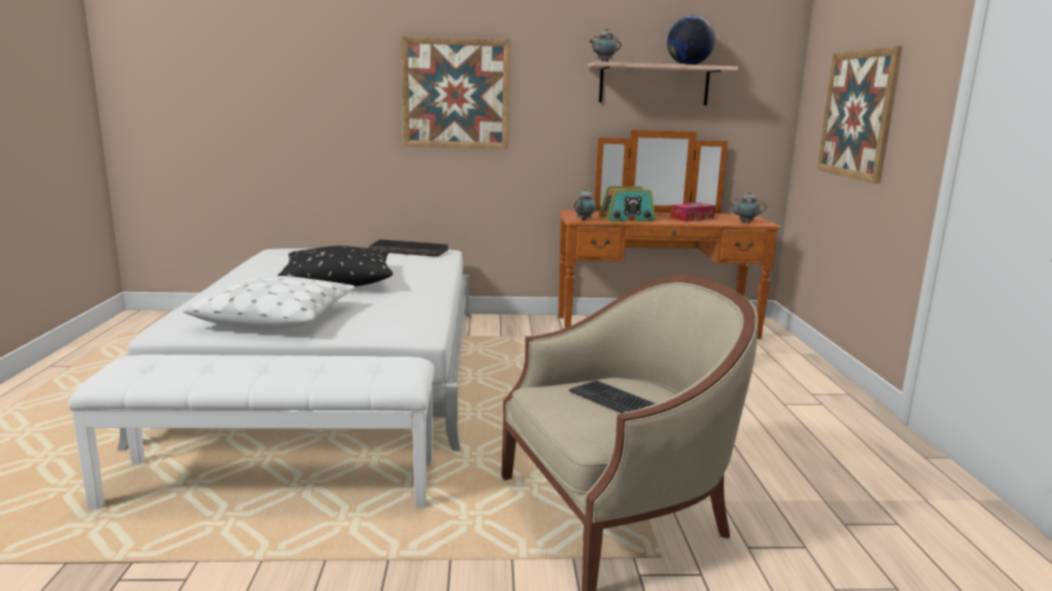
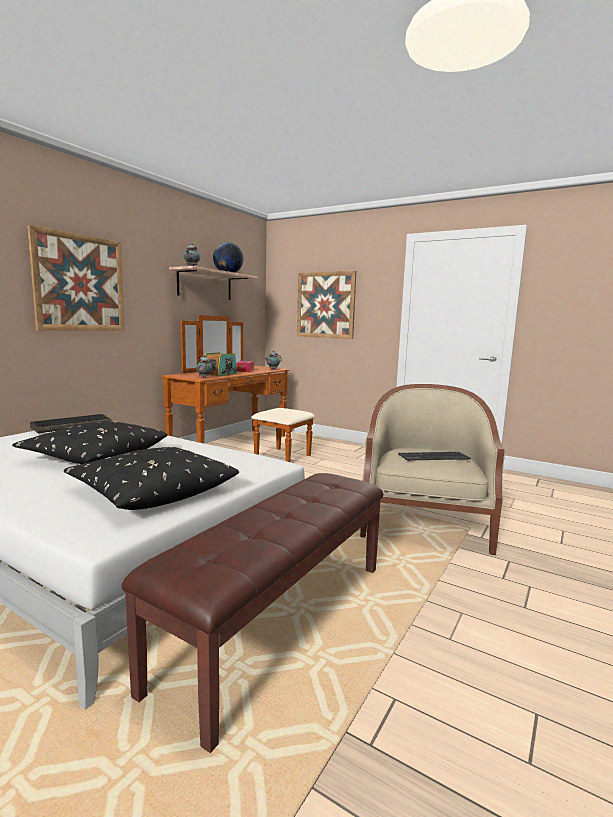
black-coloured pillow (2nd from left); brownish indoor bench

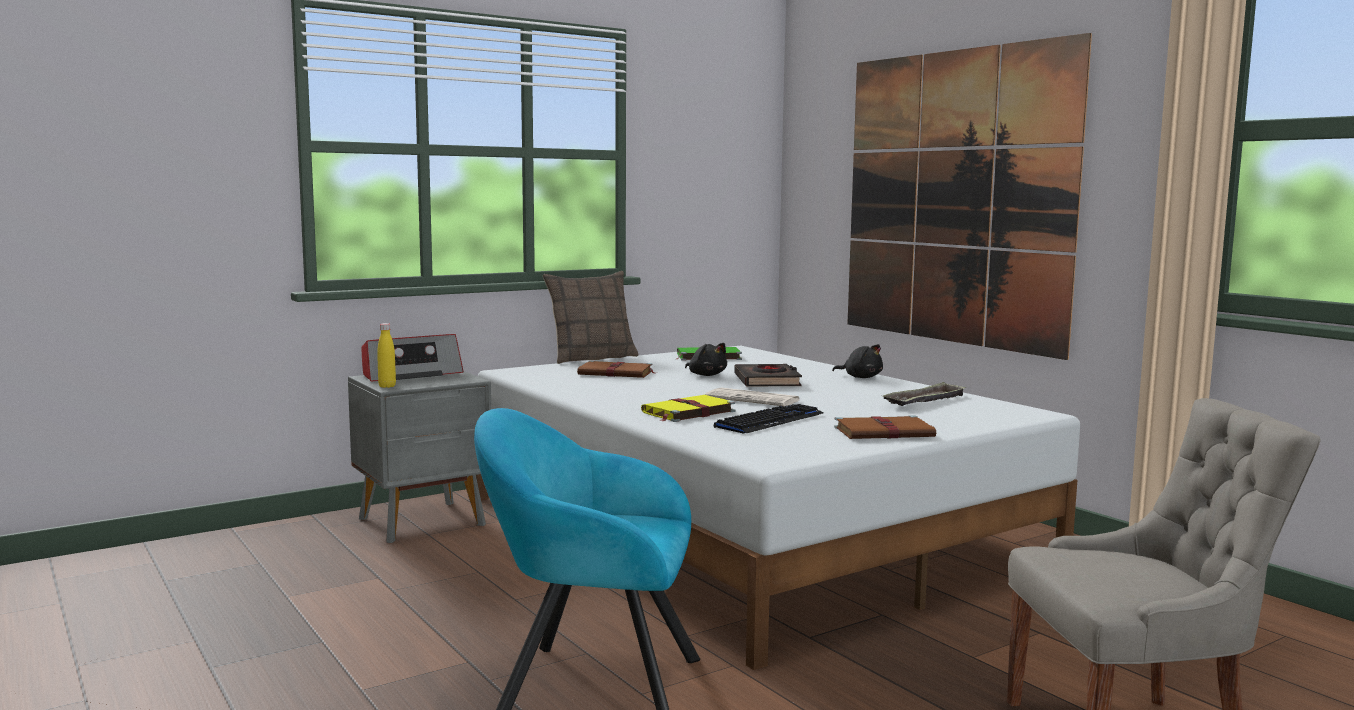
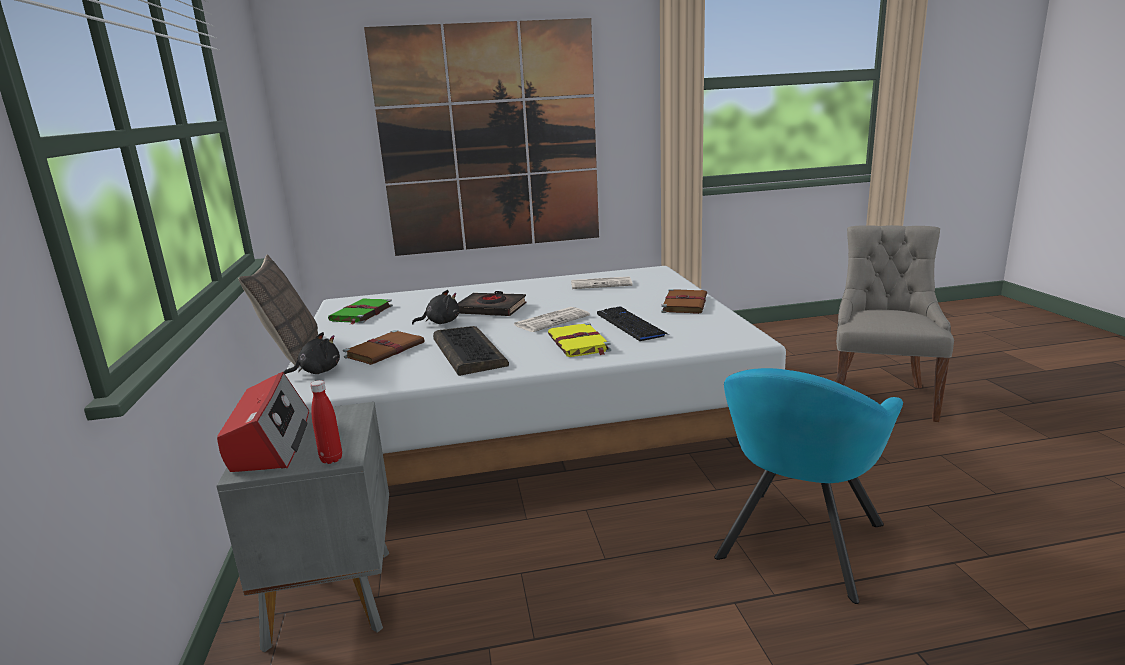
black-coloured cuddly toy (1st from left); red bottle; keyboard (1st from left); newspaper (2nd from left)

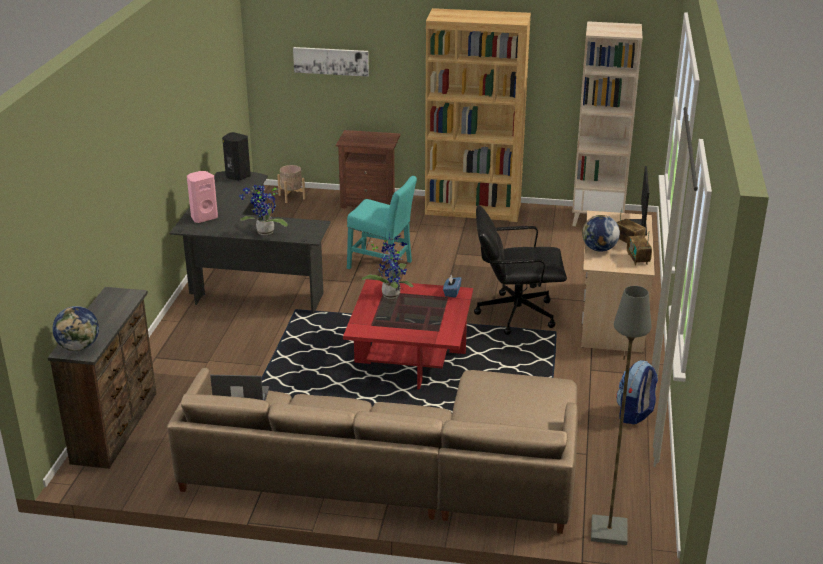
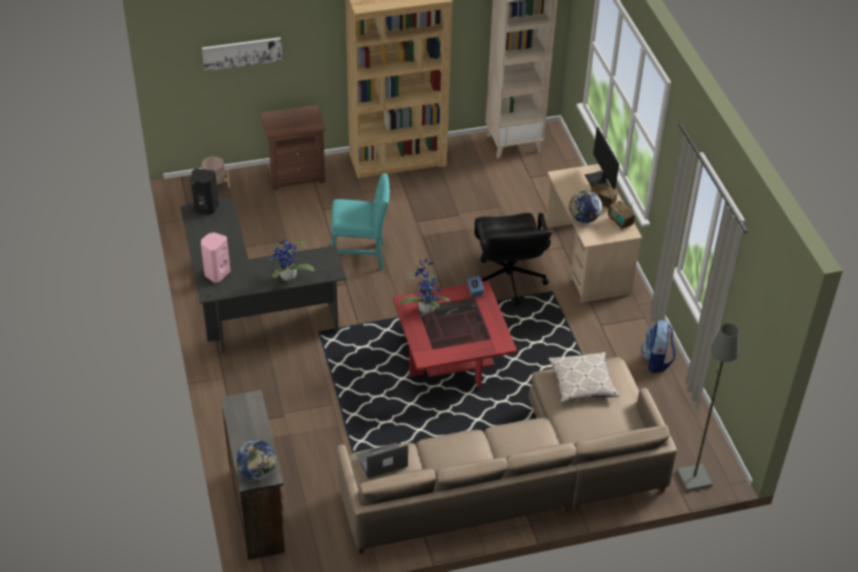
black-coloured desk chair; pillow

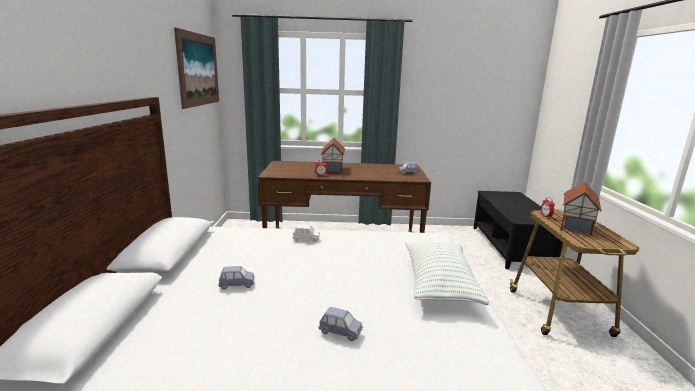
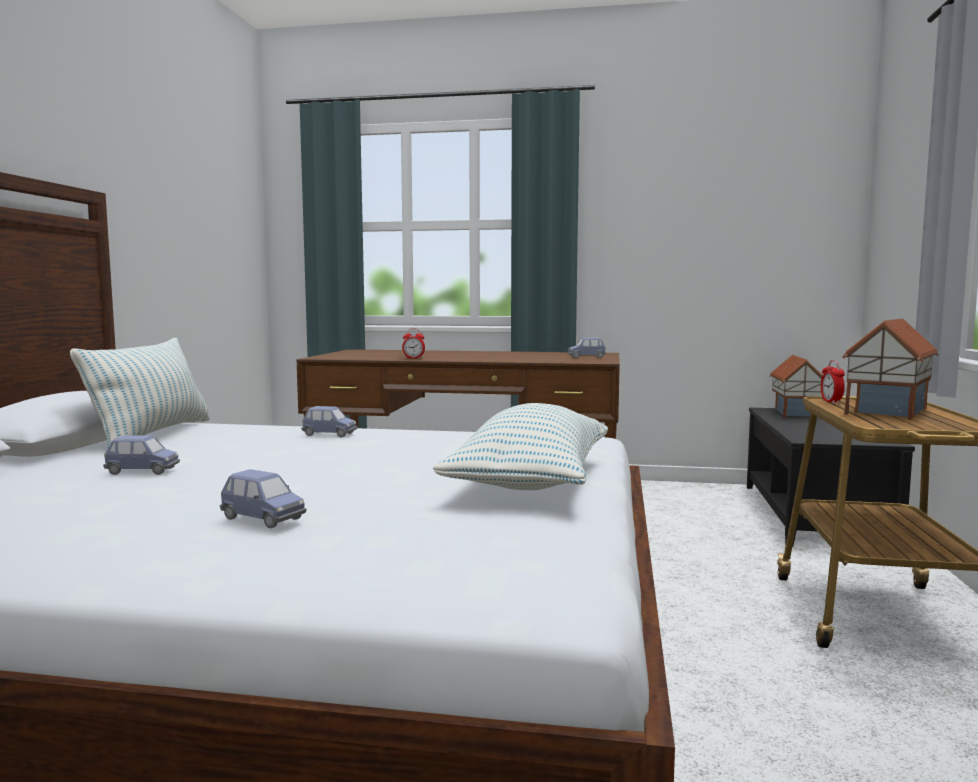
pillow (1st from left); blue-coloured toy car (3rd from left); model house (1st from left); wall picture

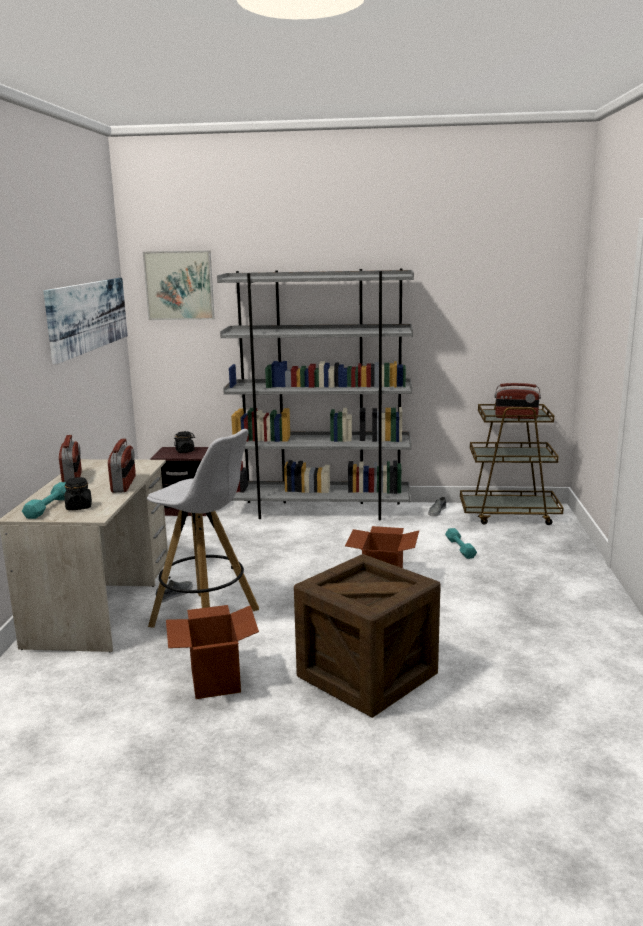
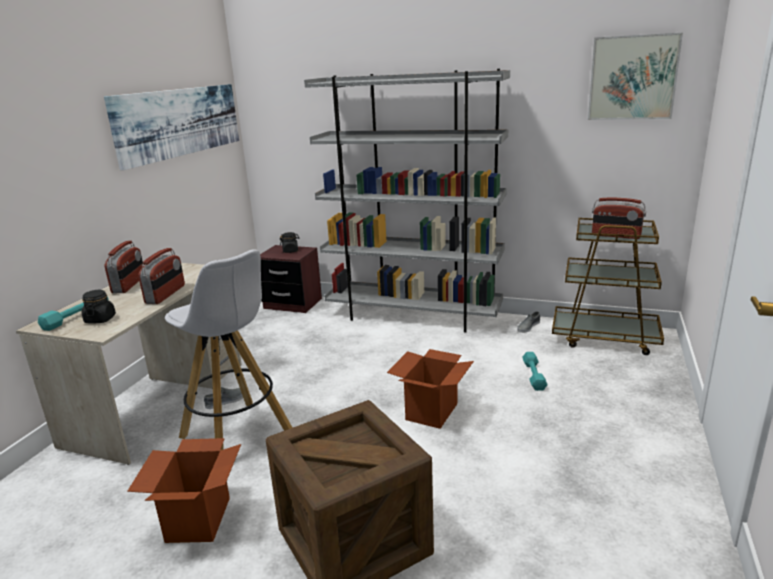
wall picture (2nd from left)

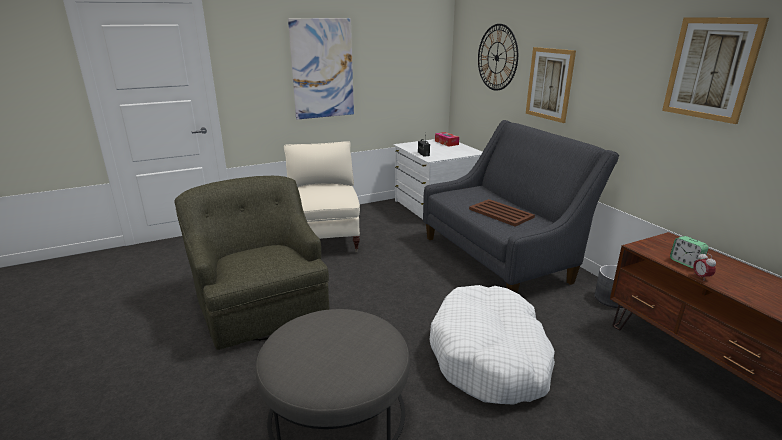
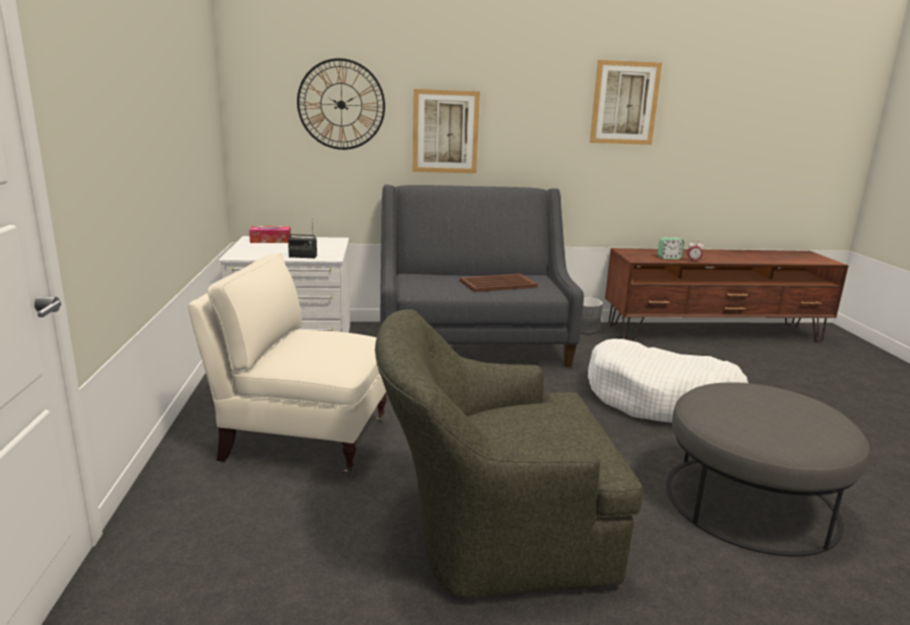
wall picture (1st from left in the first image)

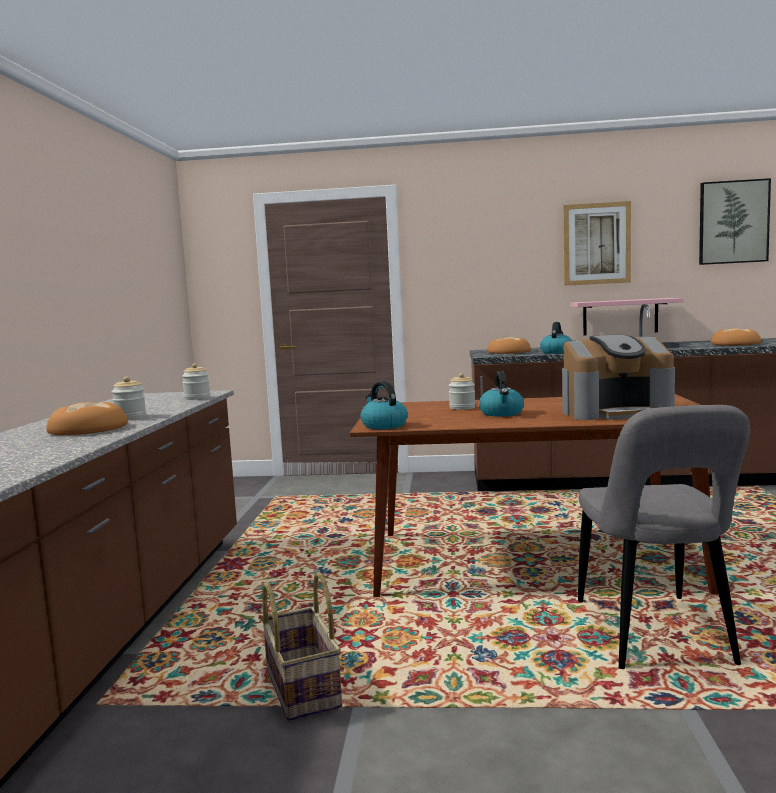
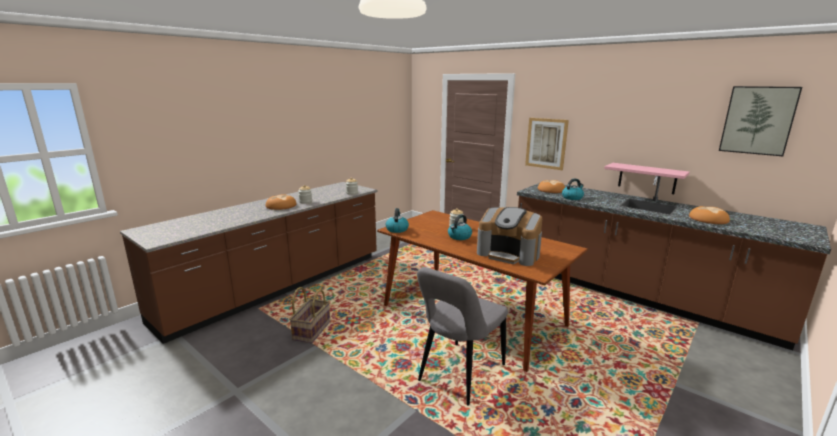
wall picture (1st from left)

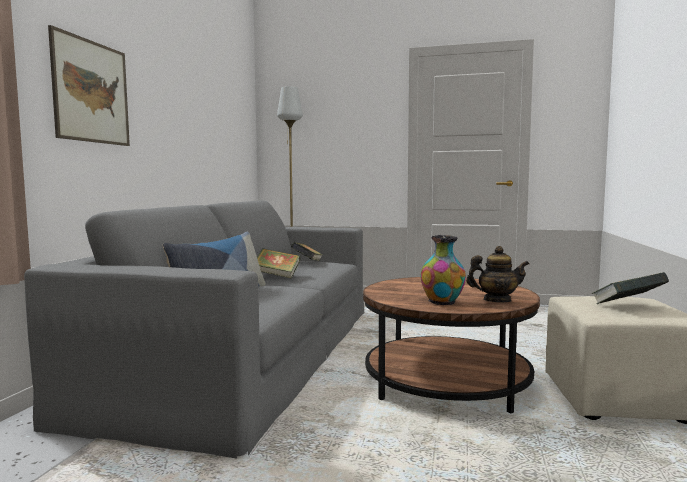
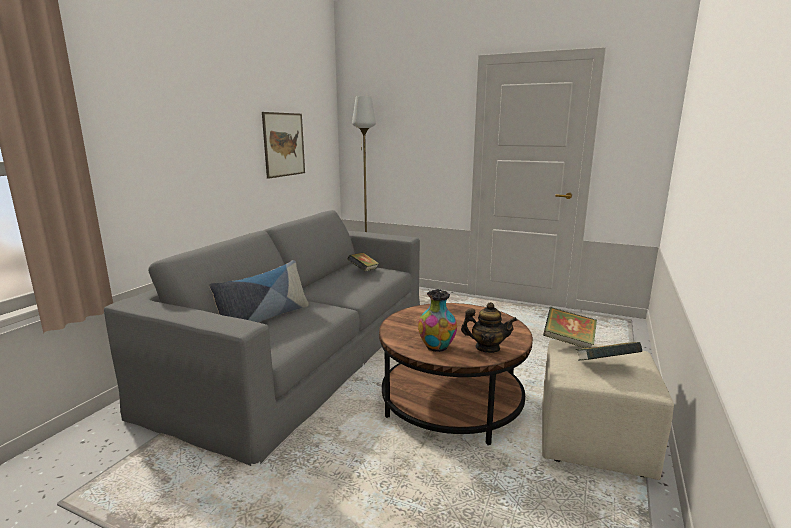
wall picture; book (2nd from left)

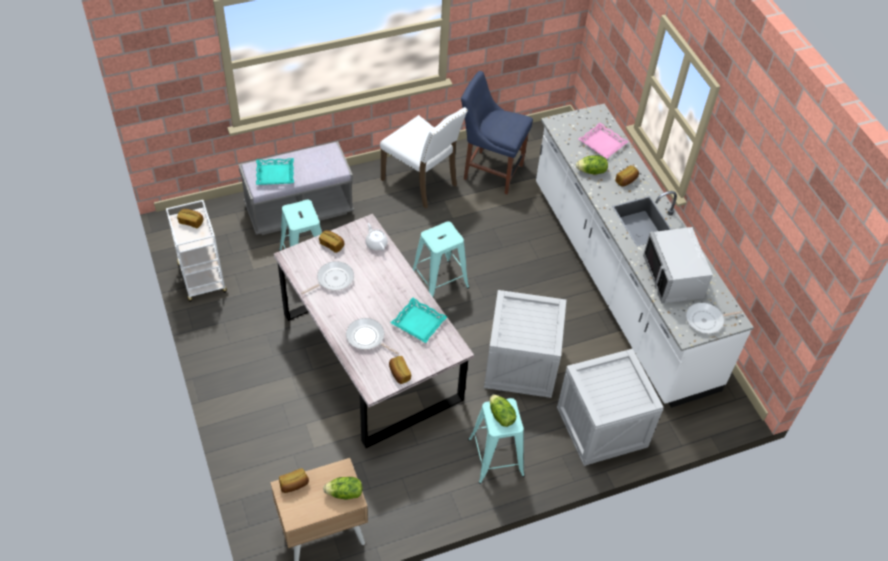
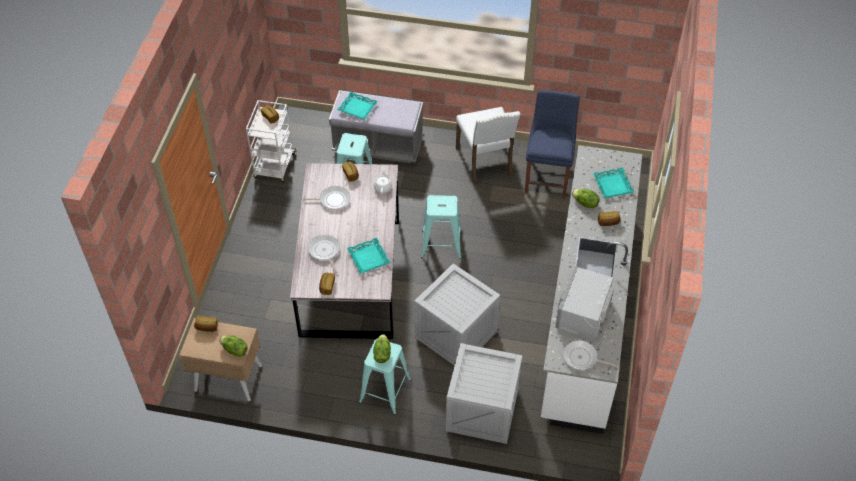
blue-coloured upright chair; turquoise serving tray (3rd from left)

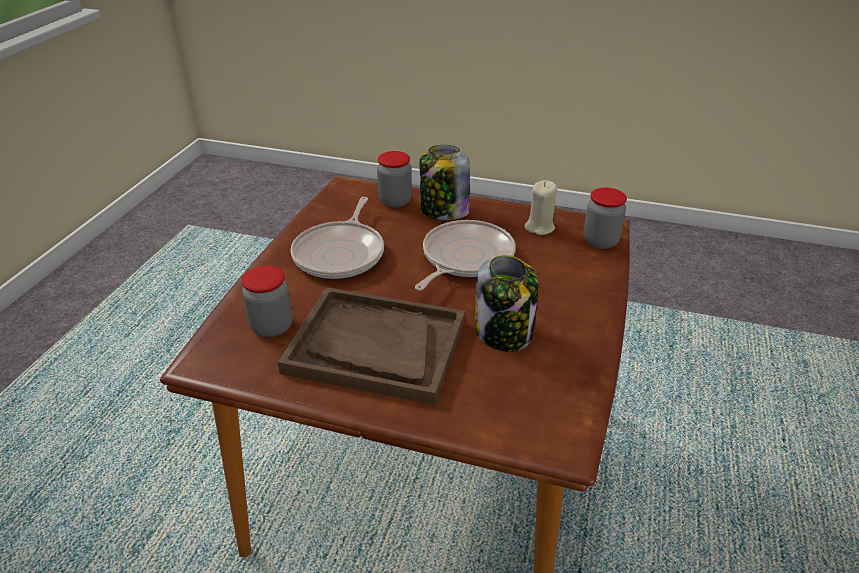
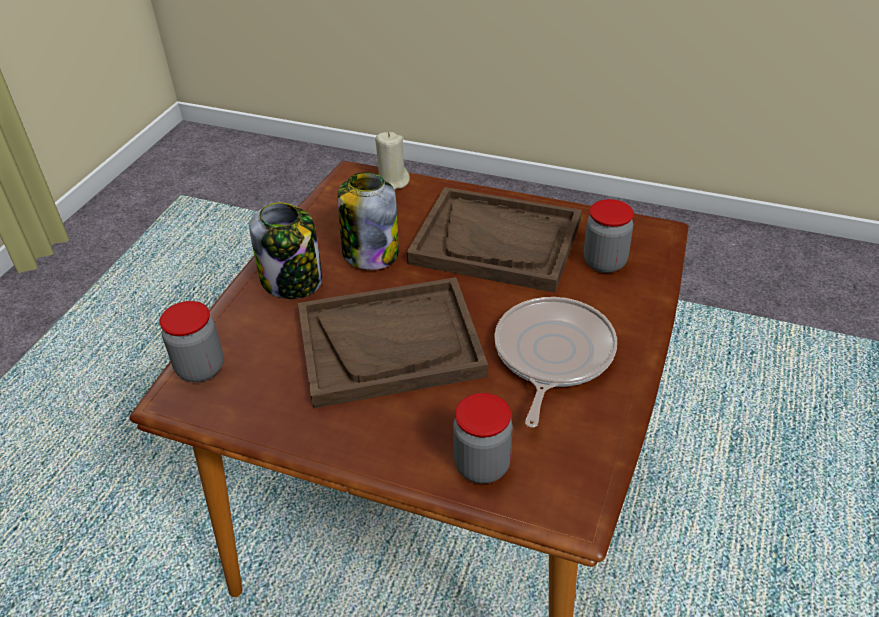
preserve jar (2nd from left); brownish serving tray (1st from left); sand-coloured wax candle

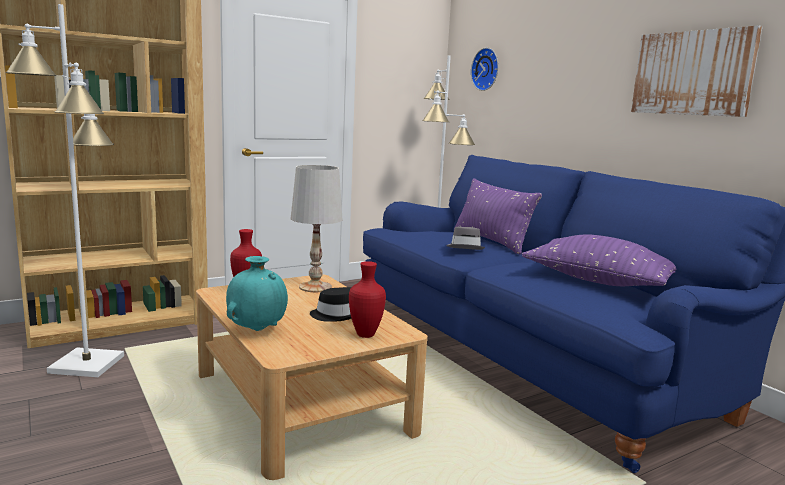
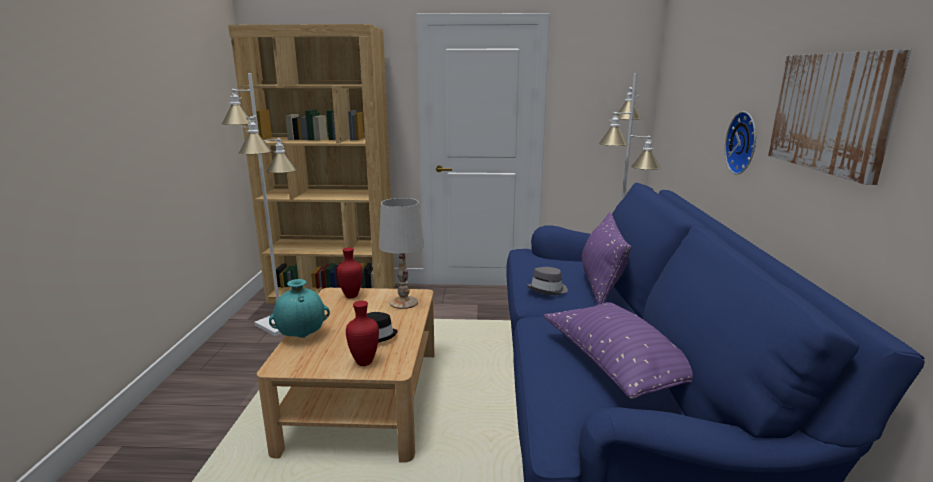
clock on the wall

